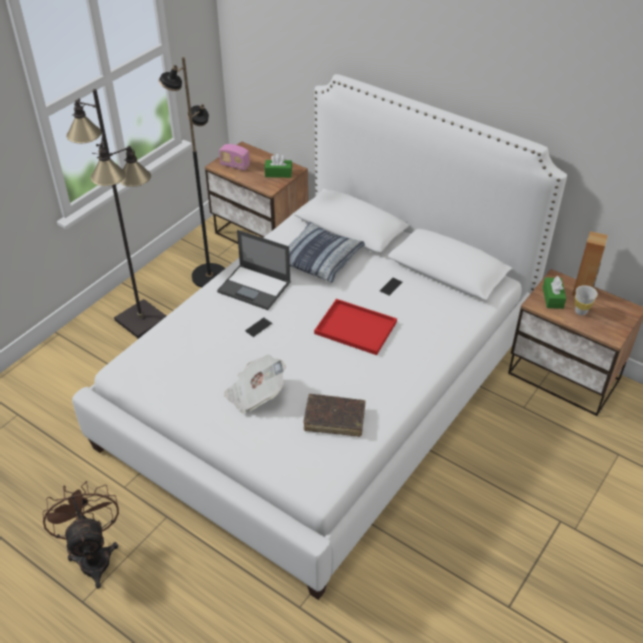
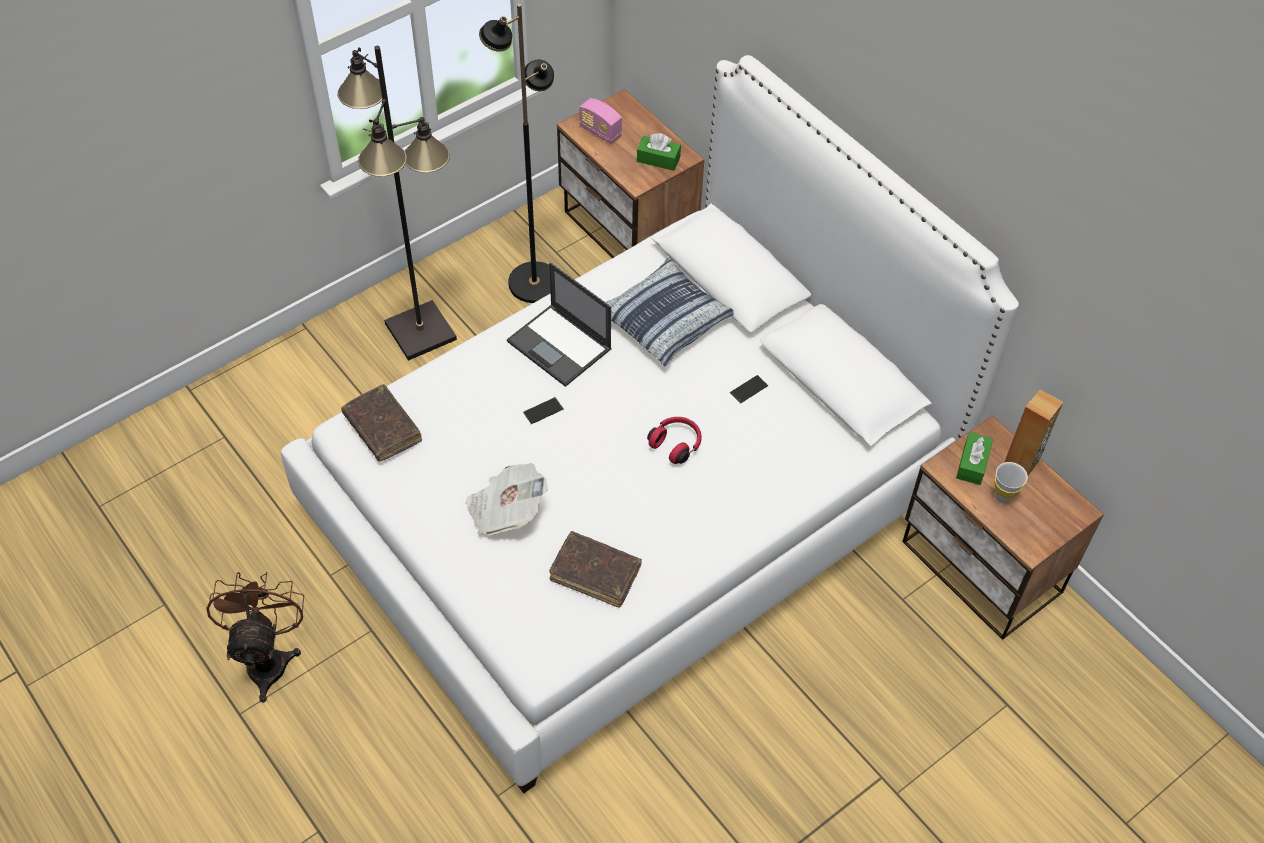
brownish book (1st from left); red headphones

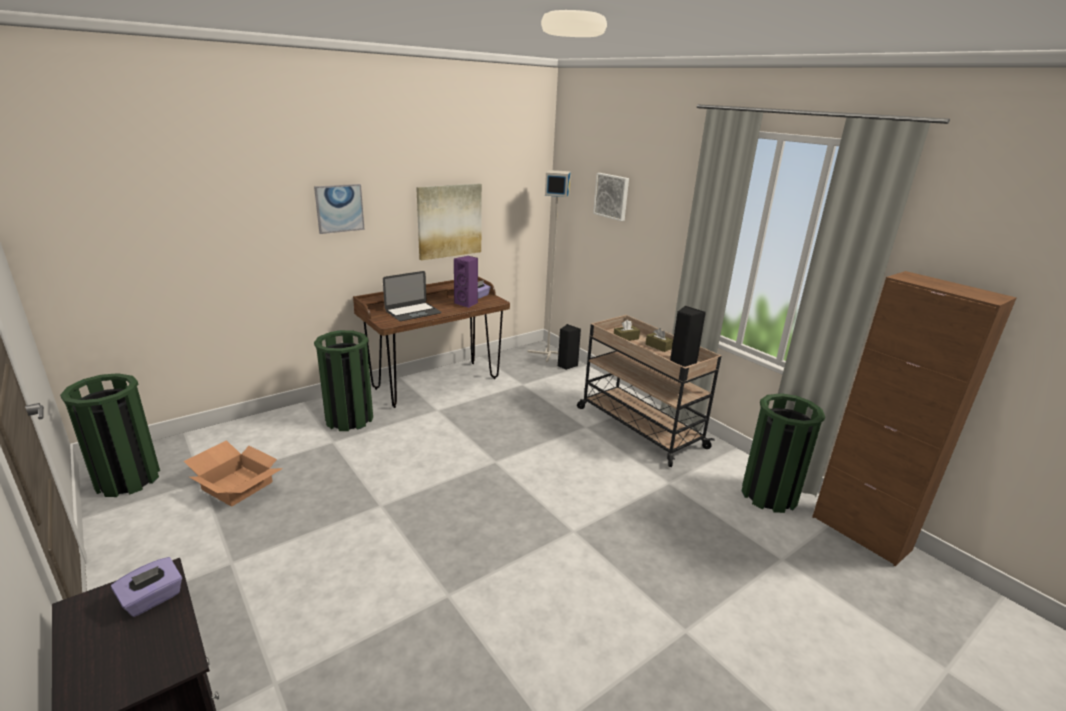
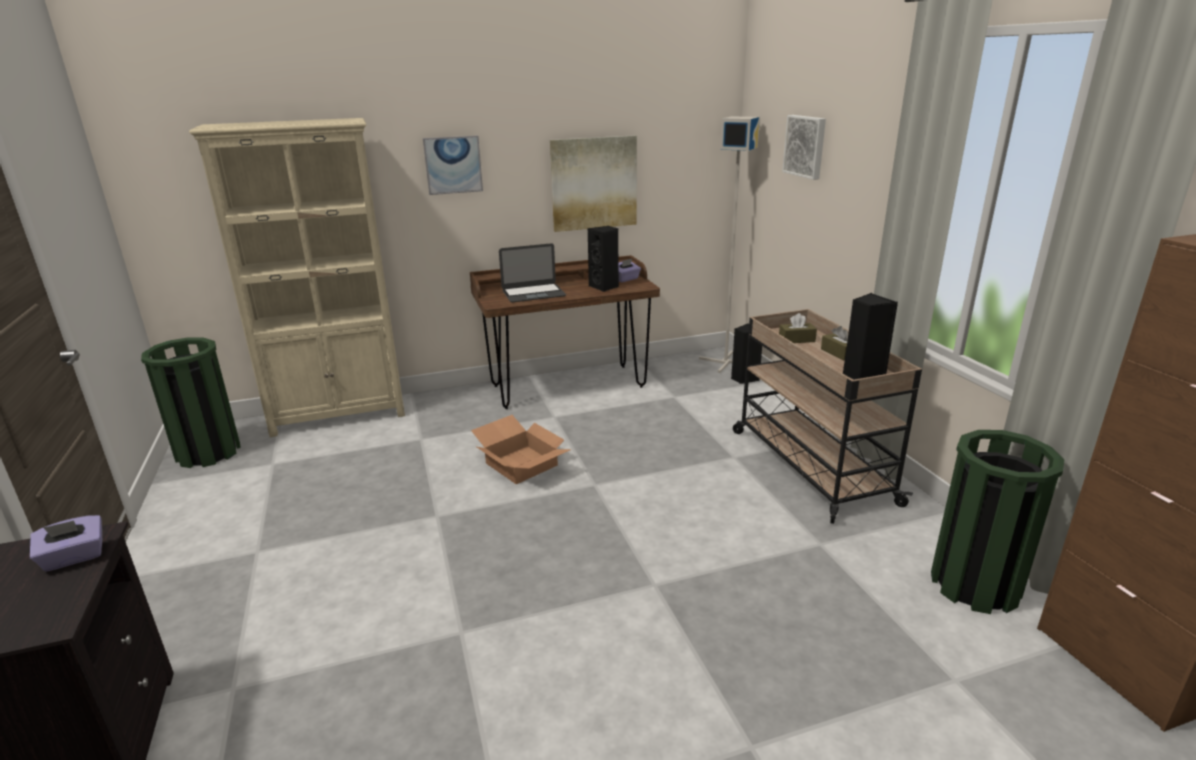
sand-coloured bookcase; cardboard box; black-coloured audio speaker (1st from left); green trash can (2nd from left in the first image)

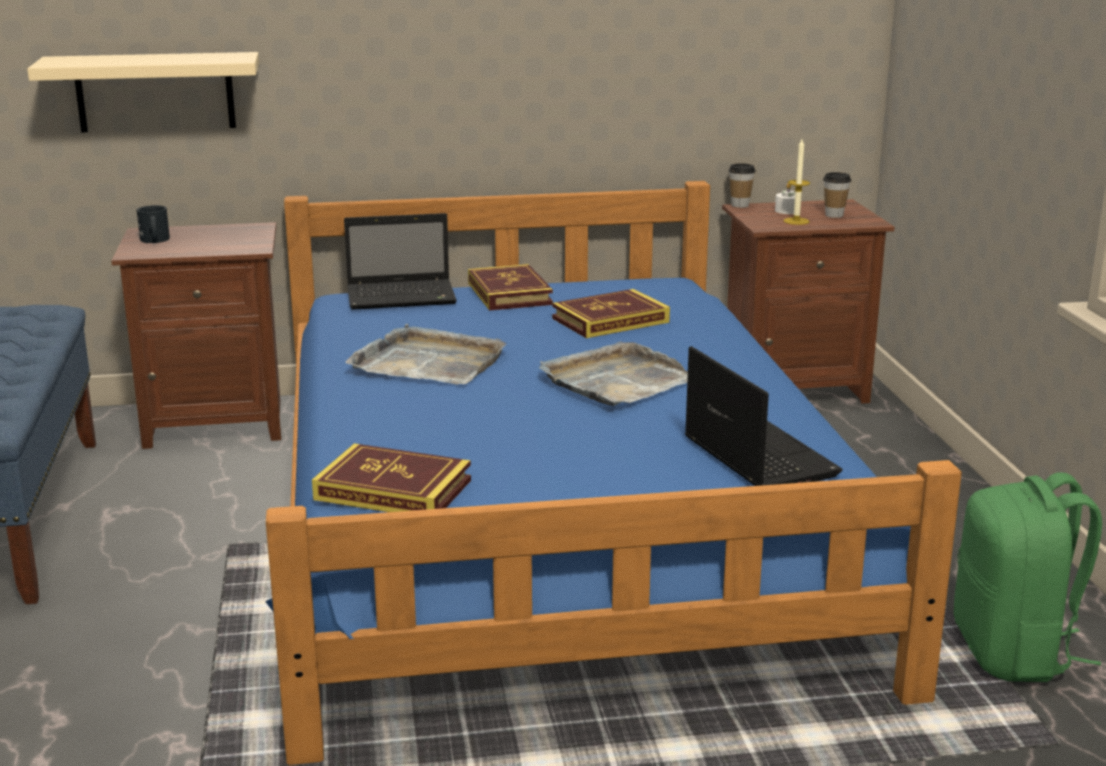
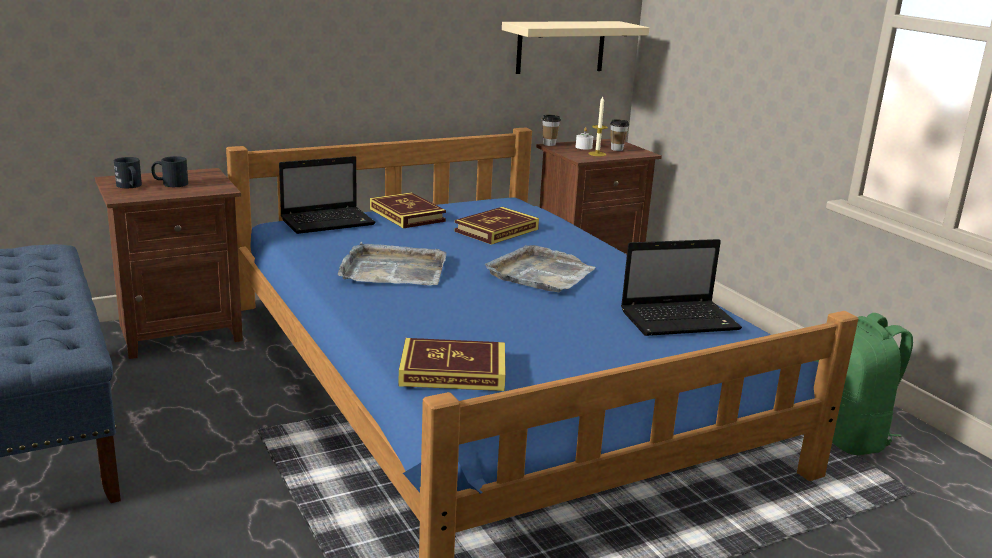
black-coloured coffee mug (2nd from left); sand-coloured wall shelf; notebook computer (2nd from left)

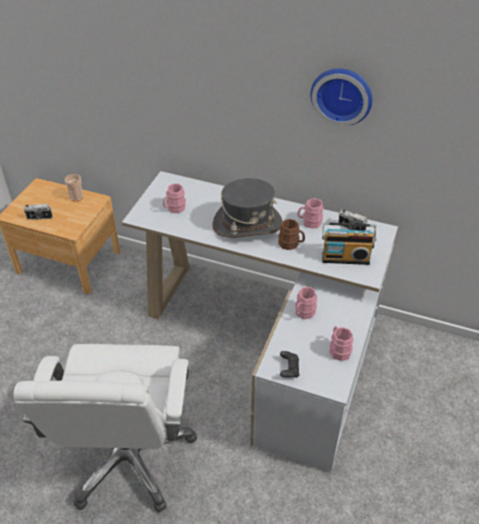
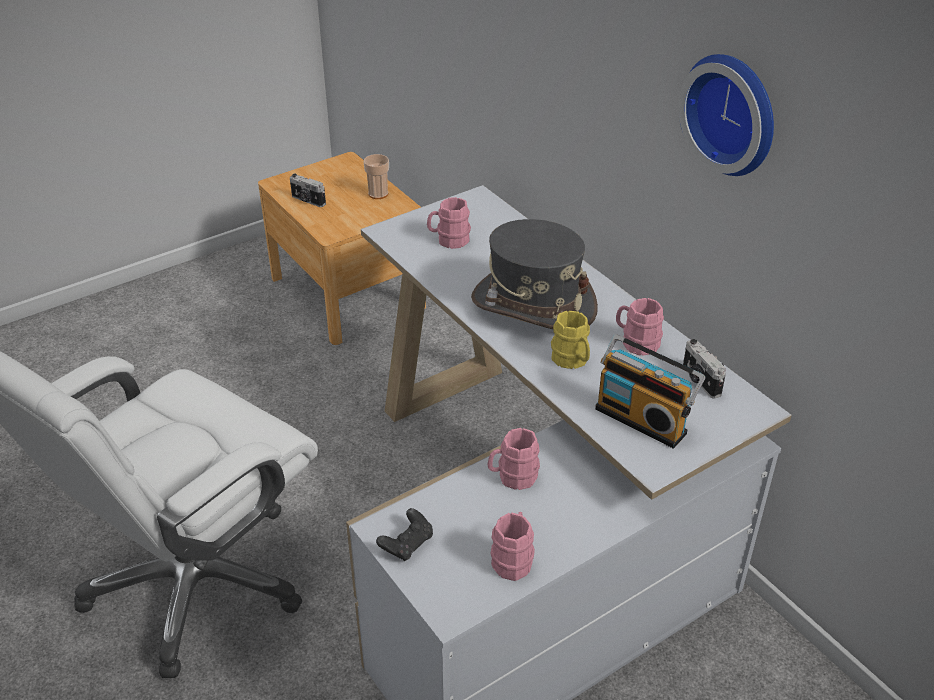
yellow-coloured coffee mug

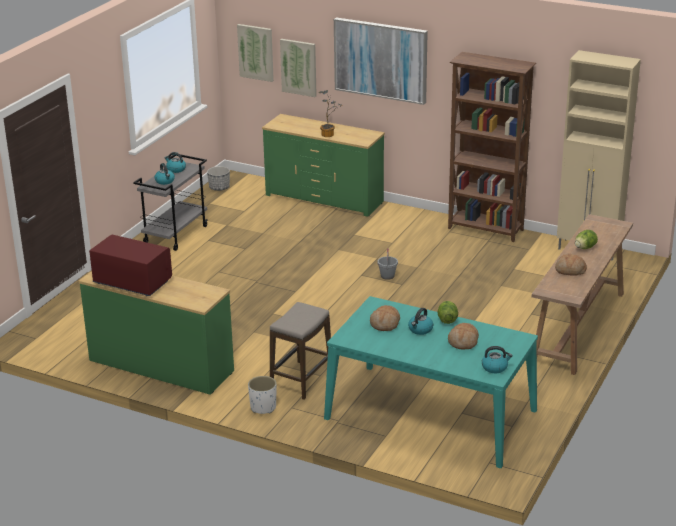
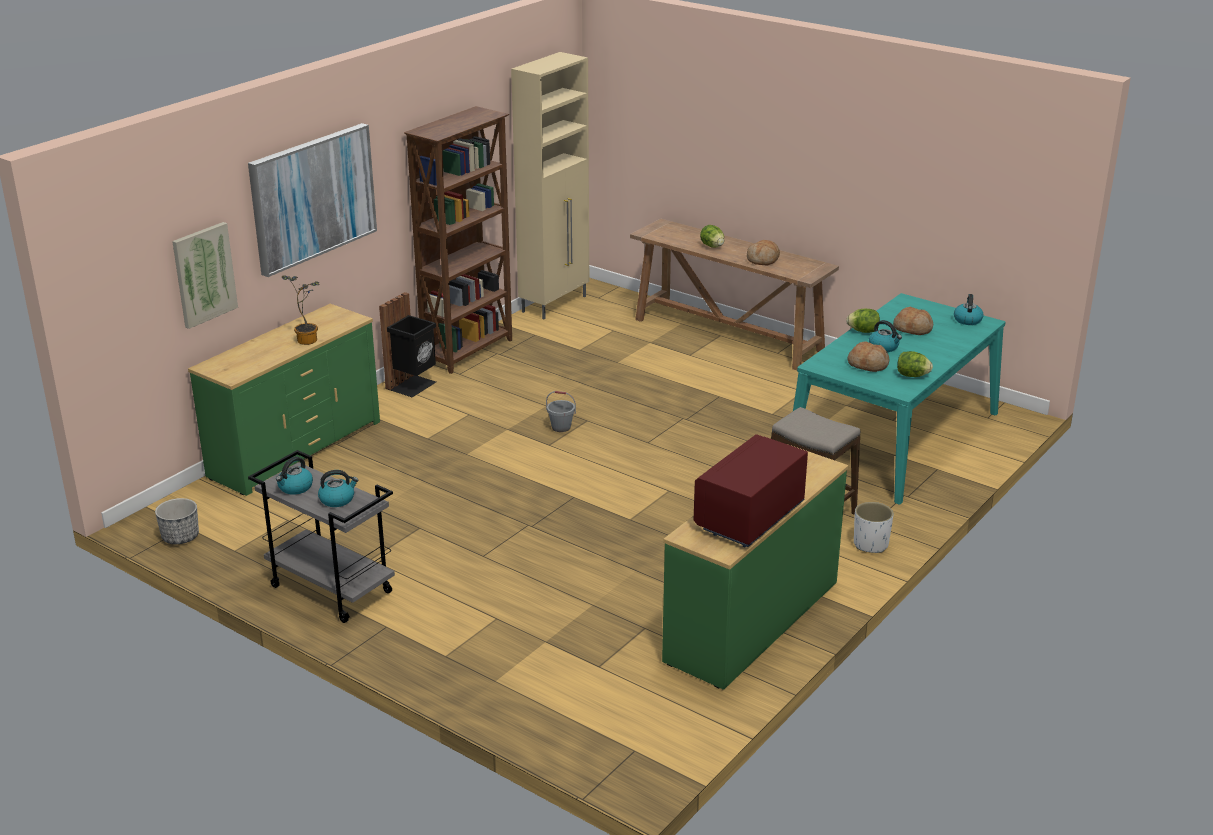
black-coloured trash can; lettuce (3rd from left); wall picture (1st from left in the first image)

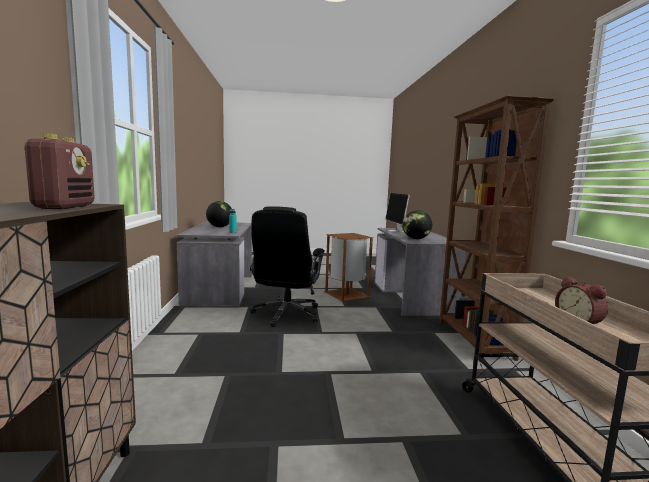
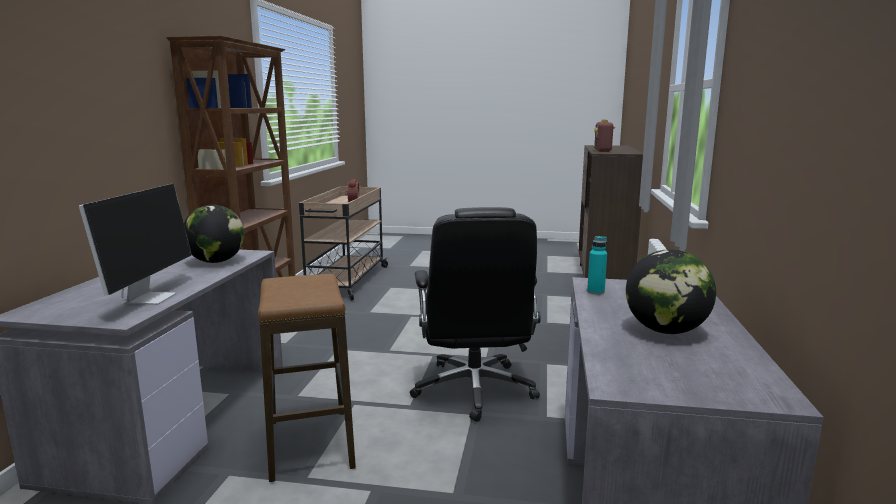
stool seat; black-coloured desk chair

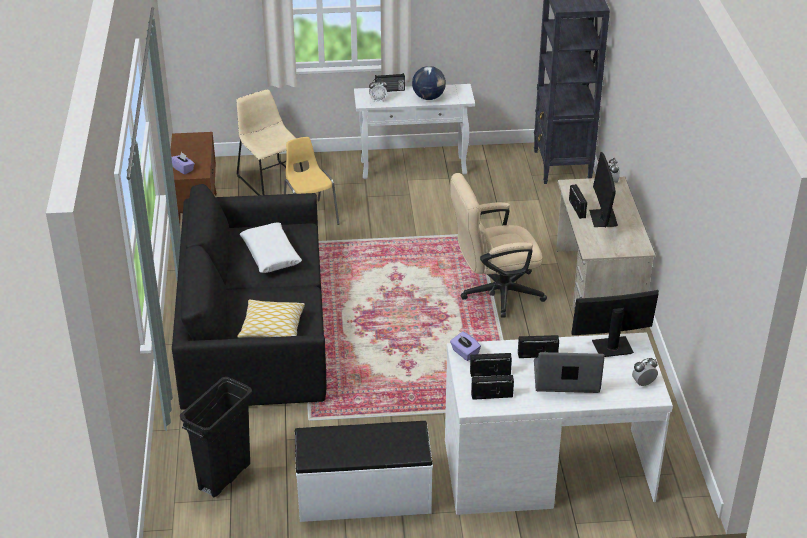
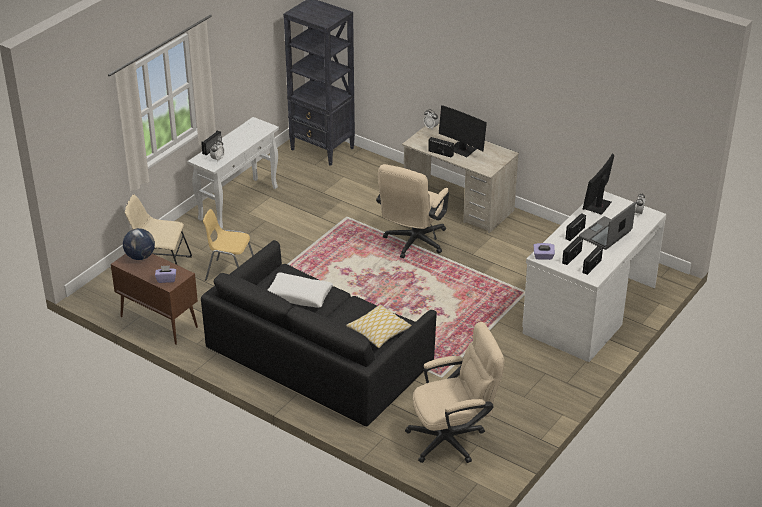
desk globe; sand-coloured desk chair (2nd from left); whitish indoor bench

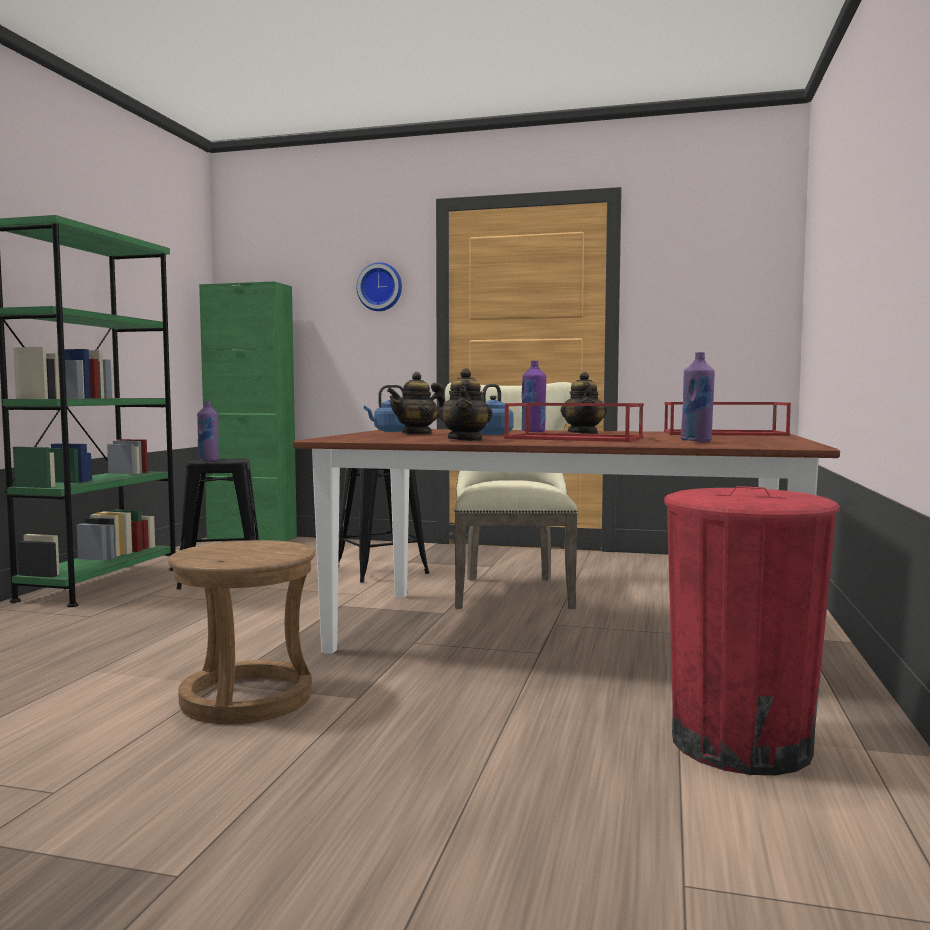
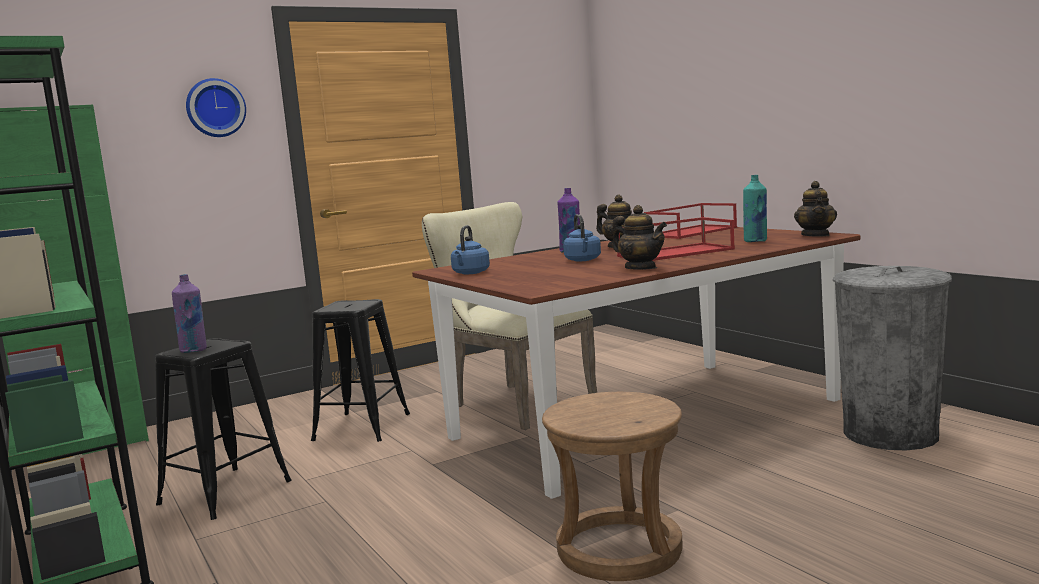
turquoise bottle; pot for tea (3rd from left); gray trash can

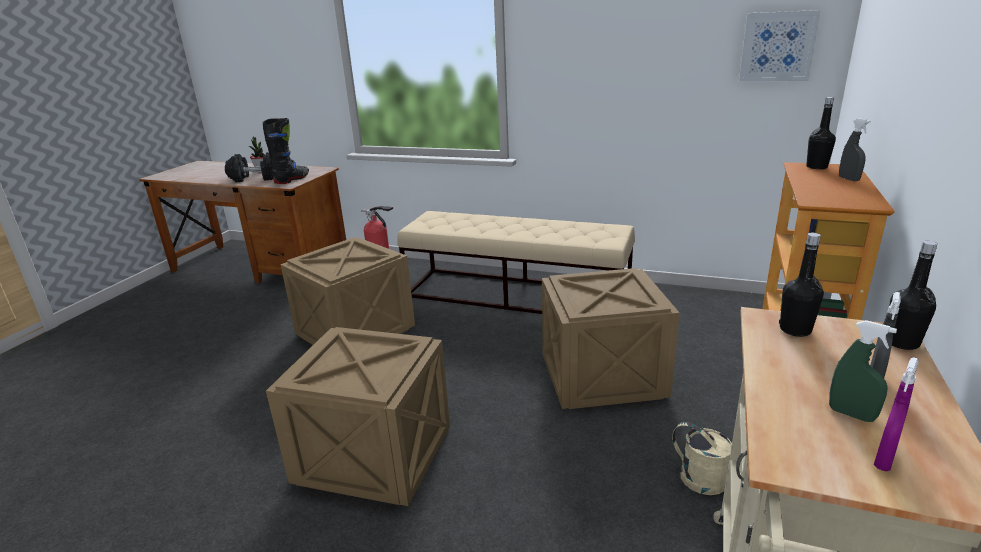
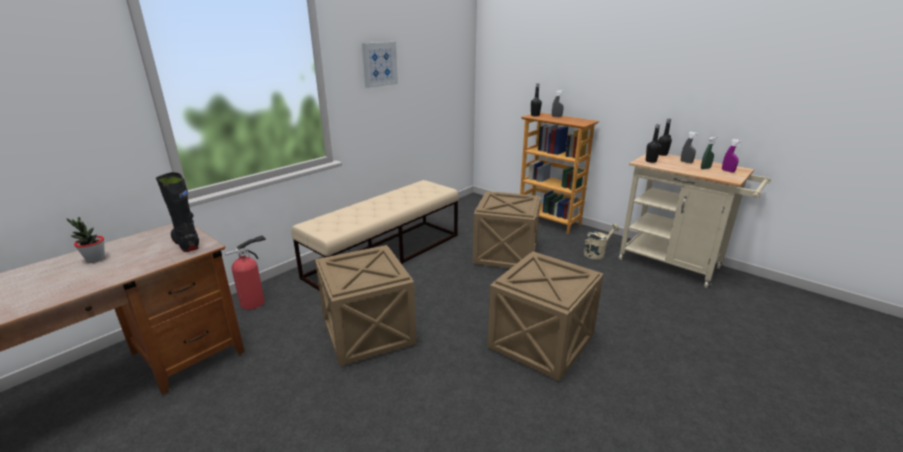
wall picture; black-coloured dumbbell

